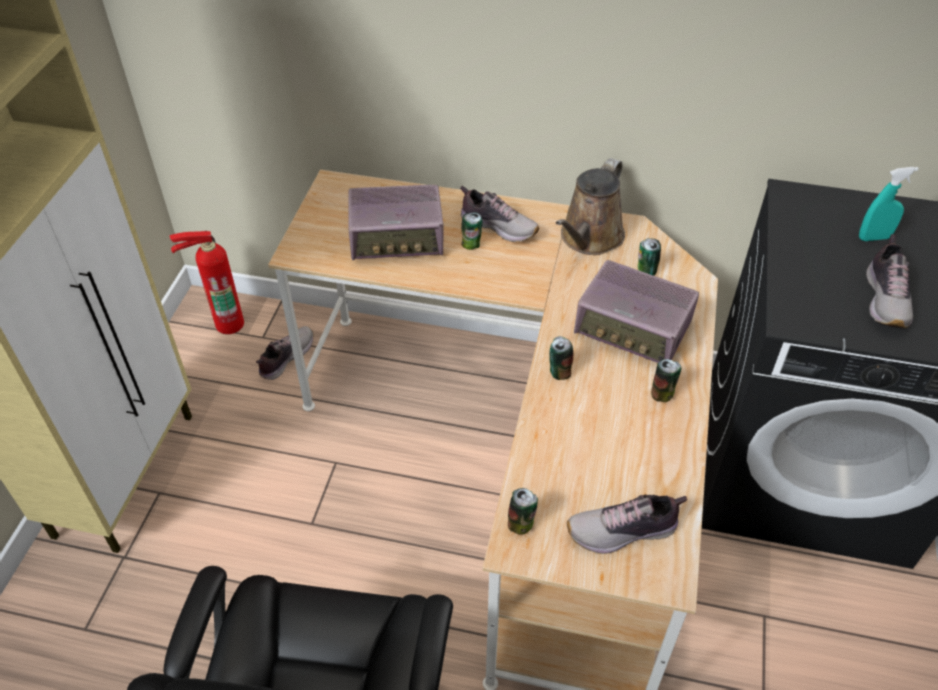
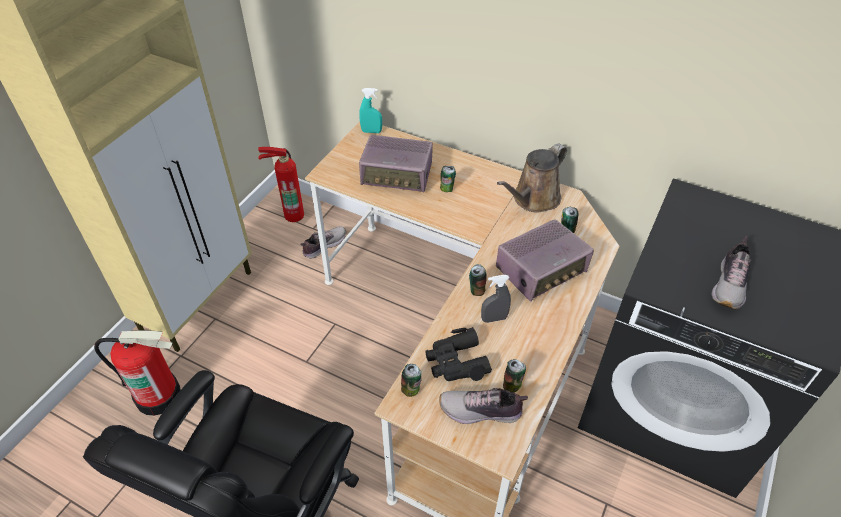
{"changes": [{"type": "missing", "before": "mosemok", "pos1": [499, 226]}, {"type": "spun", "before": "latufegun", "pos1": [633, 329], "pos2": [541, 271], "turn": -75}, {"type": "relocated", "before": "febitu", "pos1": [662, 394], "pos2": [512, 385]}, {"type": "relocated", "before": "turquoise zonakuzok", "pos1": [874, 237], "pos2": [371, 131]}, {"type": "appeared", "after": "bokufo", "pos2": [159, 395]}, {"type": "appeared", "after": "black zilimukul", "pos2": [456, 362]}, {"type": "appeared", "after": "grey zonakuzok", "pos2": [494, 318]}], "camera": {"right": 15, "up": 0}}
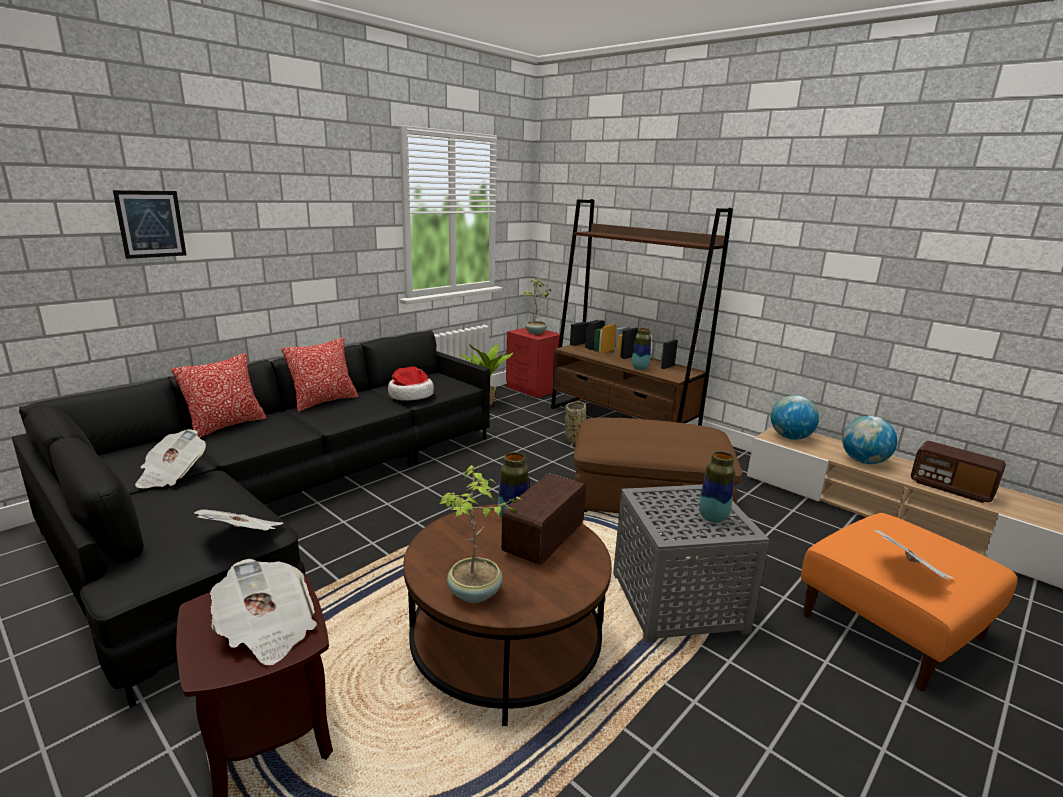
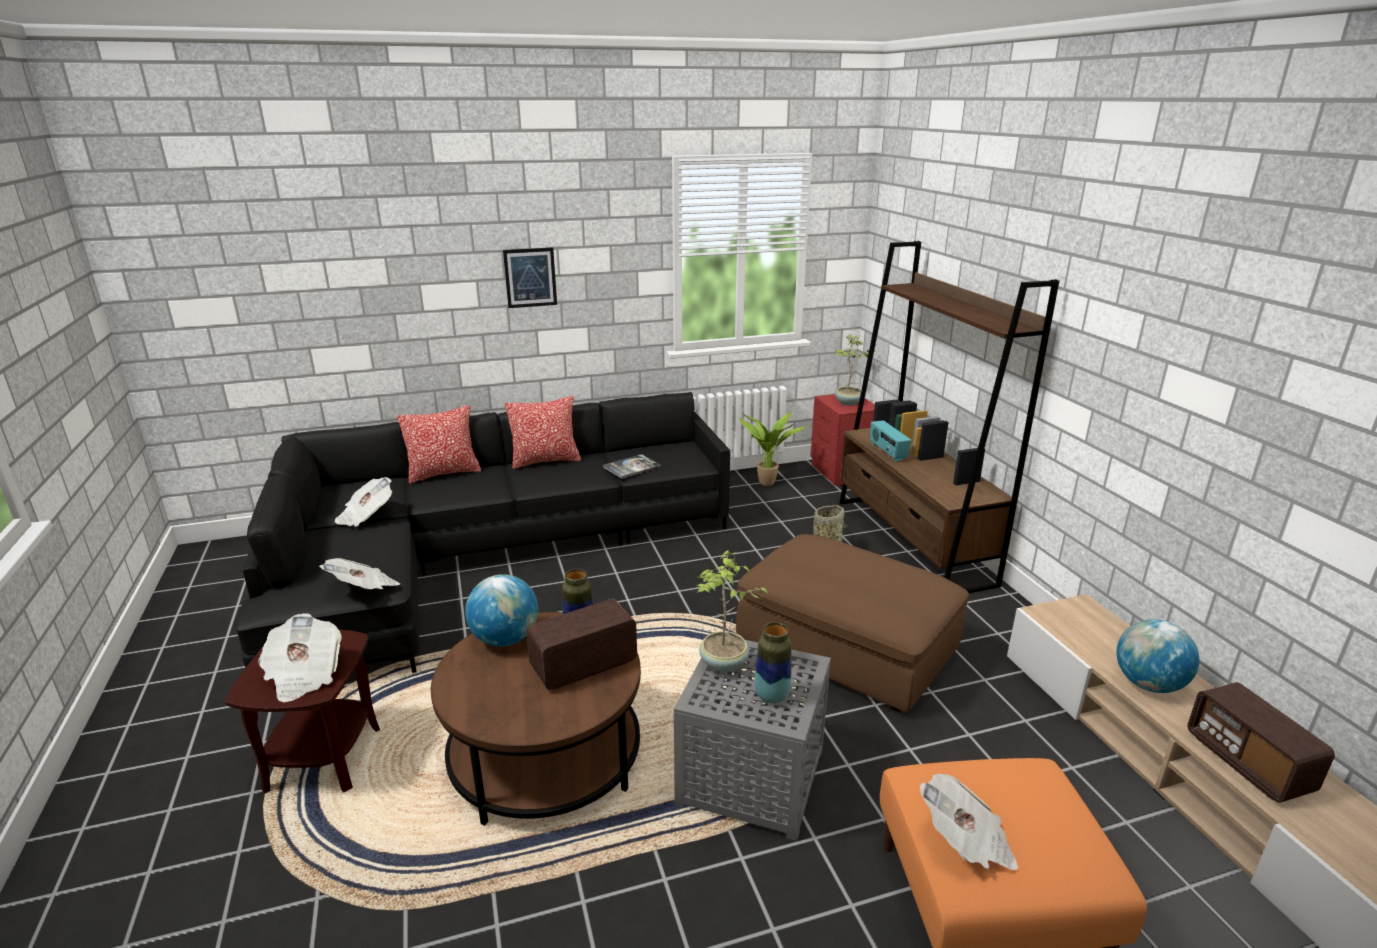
{"changes": [{"type": "relocated", "before": "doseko", "pos1": [151, 224], "pos2": [530, 277]}, {"type": "exchanged", "before": "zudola", "after": "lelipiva", "pos1": [410, 395], "pos2": [632, 467]}, {"type": "relocated", "before": "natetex", "pos1": [475, 594], "pos2": [724, 664]}, {"type": "missing", "before": "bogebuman", "pos1": [640, 368]}, {"type": "relocated", "before": "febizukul", "pos1": [790, 437], "pos2": [505, 639]}, {"type": "appeared", "after": "latufegun", "pos2": [887, 452]}], "camera": {"right": 30, "up": 5}}
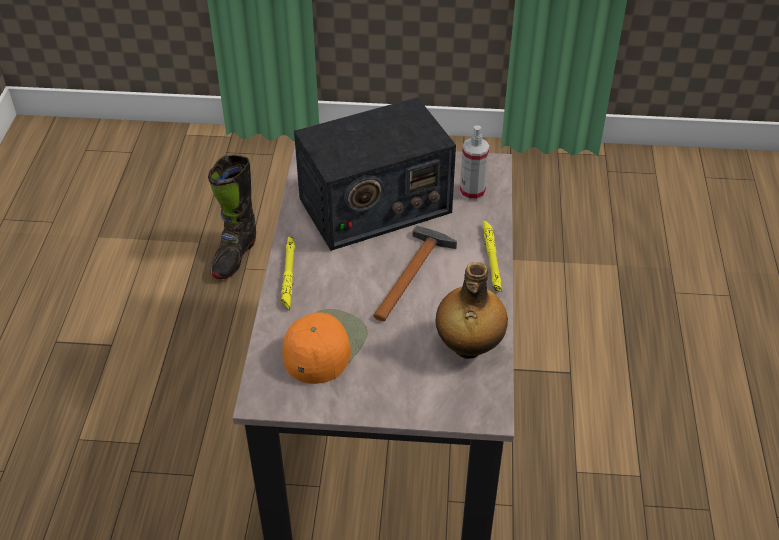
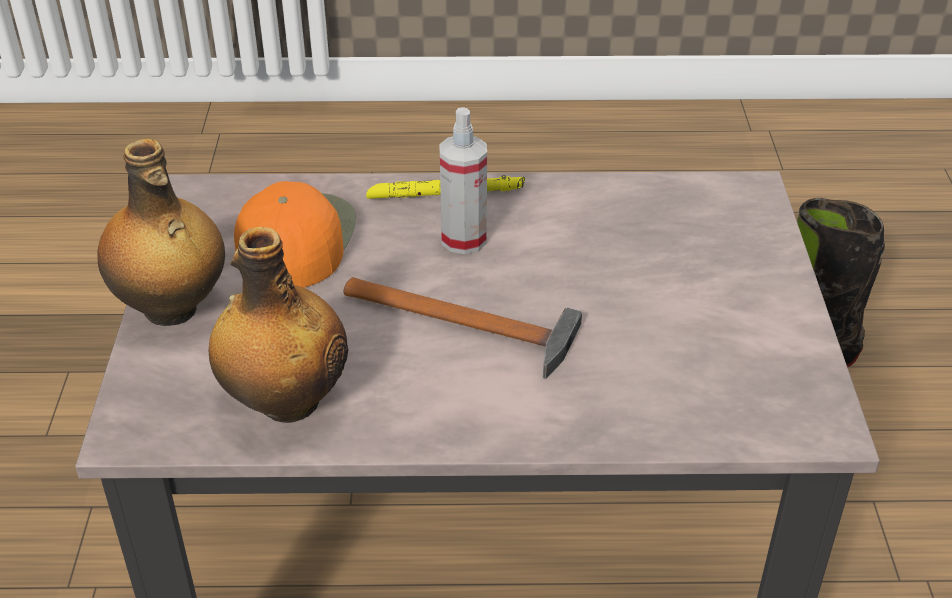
{"changes": [{"type": "spun", "before": "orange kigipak", "pos1": [324, 346], "pos2": [295, 240], "turn": -105}, {"type": "missing", "before": "latufegun", "pos1": [374, 206]}, {"type": "relocated", "before": "zonakuzok", "pos1": [472, 192], "pos2": [463, 239]}, {"type": "missing", "before": "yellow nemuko", "pos1": [491, 258]}, {"type": "appeared", "after": "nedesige", "pos2": [172, 309]}], "camera": {"right": 85, "up": -5}}
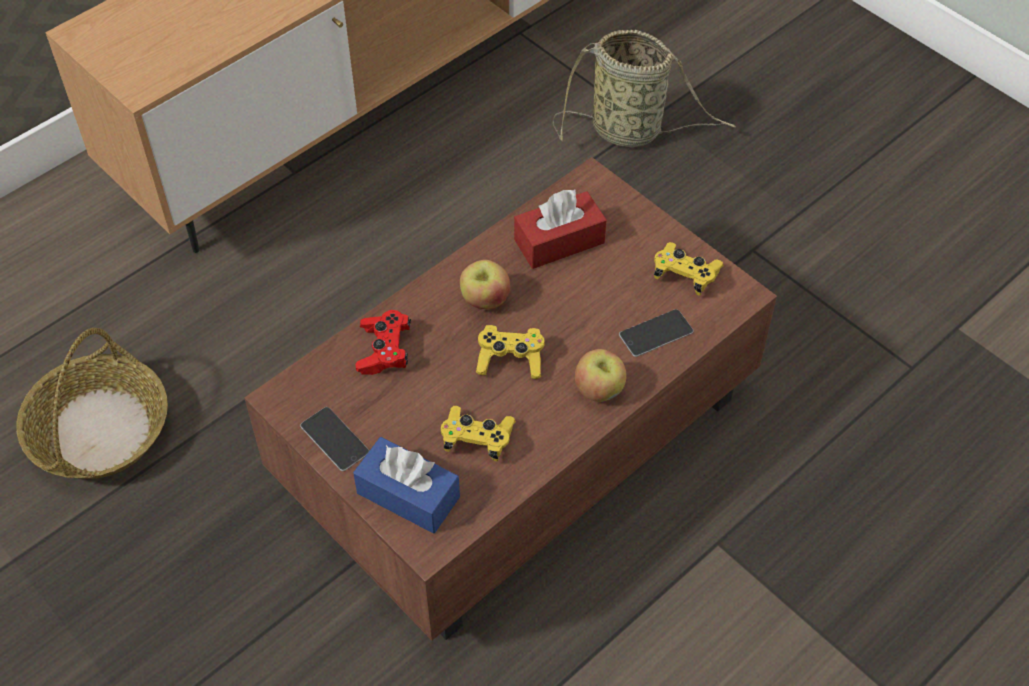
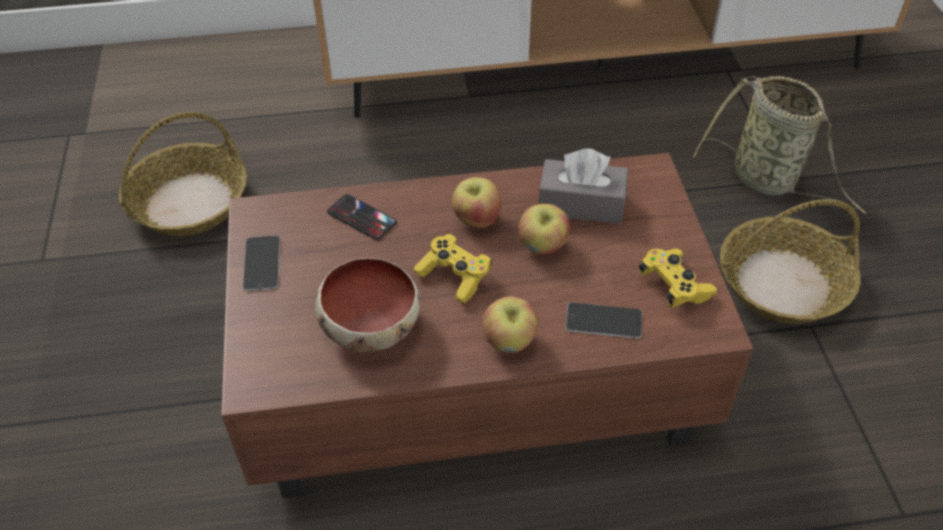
{"changes": [{"type": "missing", "before": "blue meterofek", "pos1": [408, 495]}, {"type": "exchanged", "before": "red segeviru", "after": "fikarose", "pos1": [384, 351], "pos2": [361, 217]}, {"type": "exchanged", "before": "yellow segeviru", "after": "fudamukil", "pos1": [477, 440], "pos2": [369, 325]}, {"type": "colour", "before": "red meterofek", "after": "grey meterofek", "pos1": [559, 241], "pos2": [581, 204]}, {"type": "appeared", "after": "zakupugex", "pos2": [542, 246]}, {"type": "appeared", "after": "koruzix", "pos2": [782, 284]}], "camera": {"right": 35, "up": -5}}
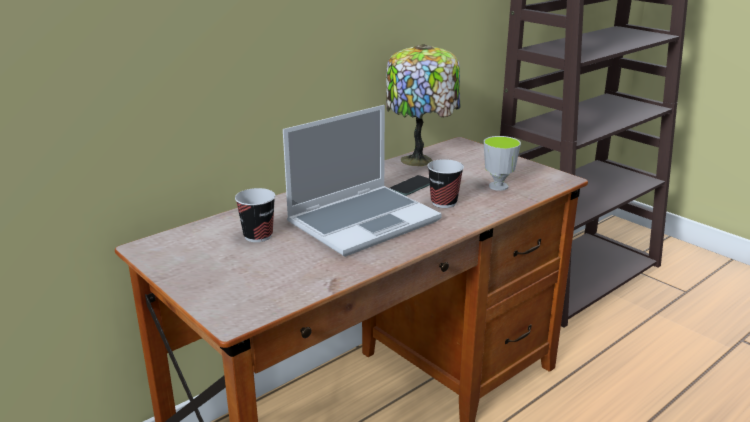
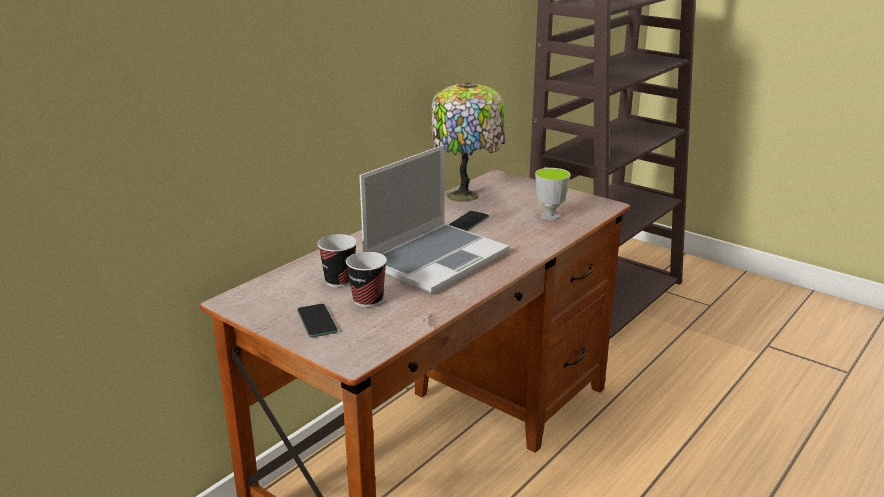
{"changes": [{"type": "relocated", "before": "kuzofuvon", "pos1": [443, 202], "pos2": [368, 300]}, {"type": "appeared", "after": "fikarose", "pos2": [317, 321]}], "camera": {"right": -10, "up": 0}}
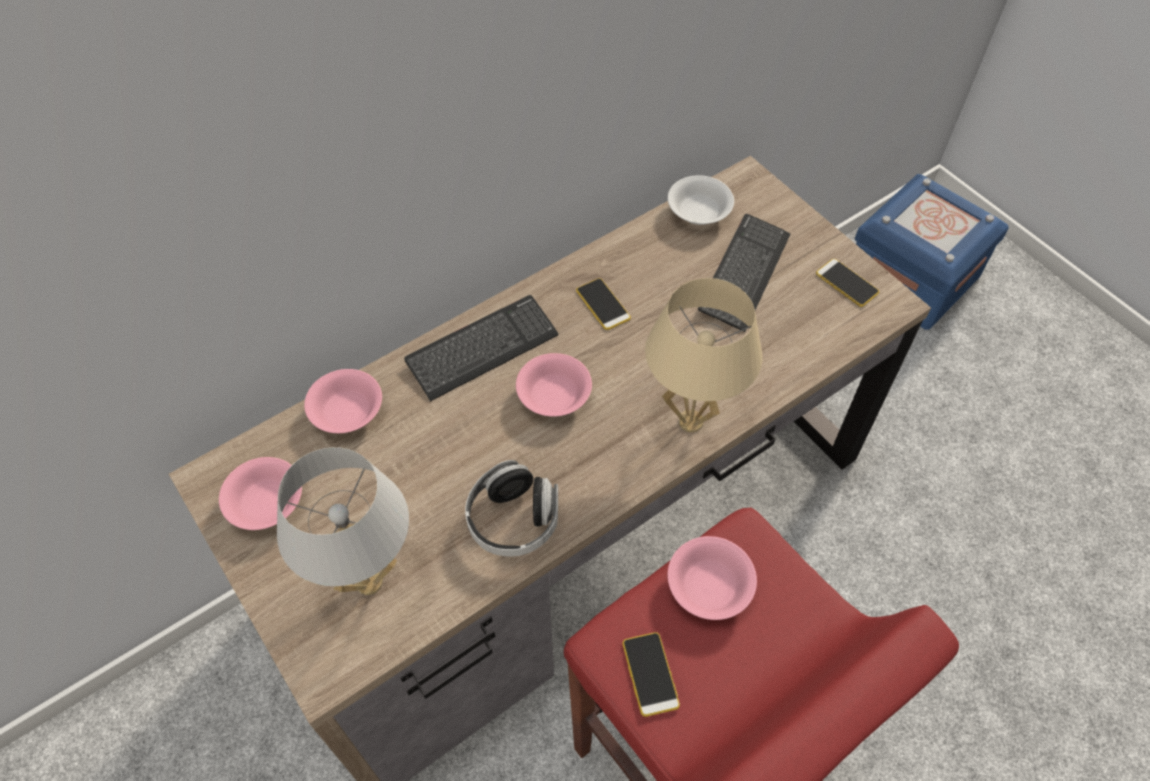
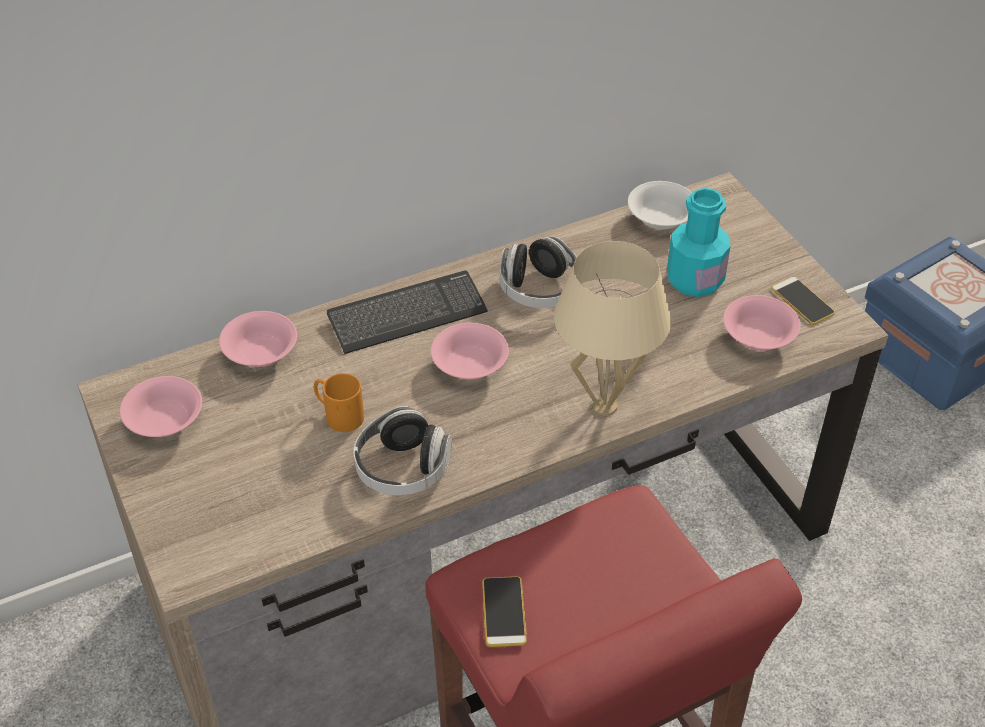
{"changes": [{"type": "missing", "before": "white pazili", "pos1": [368, 582]}, {"type": "exchanged", "before": "fikarose", "after": "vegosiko", "pos1": [603, 304], "pos2": [539, 290]}, {"type": "relocated", "before": "pink fudamukil", "pos1": [710, 586], "pos2": [759, 336]}, {"type": "exchanged", "before": "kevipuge", "after": "turquoise nedesige", "pos1": [744, 273], "pos2": [695, 279]}, {"type": "appeared", "after": "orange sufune", "pos2": [338, 415]}], "camera": {"right": 10, "up": -10}}
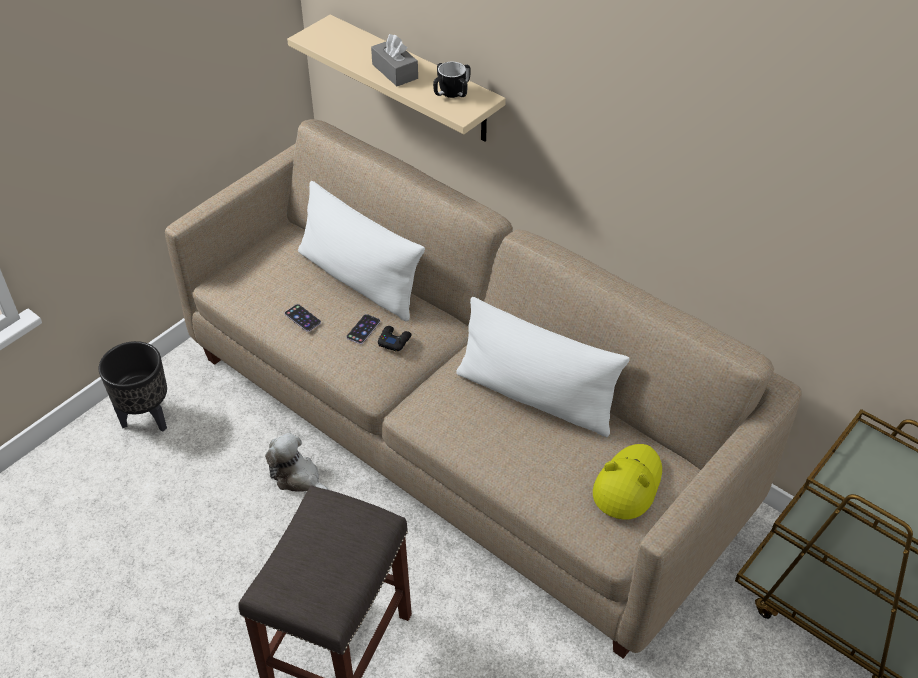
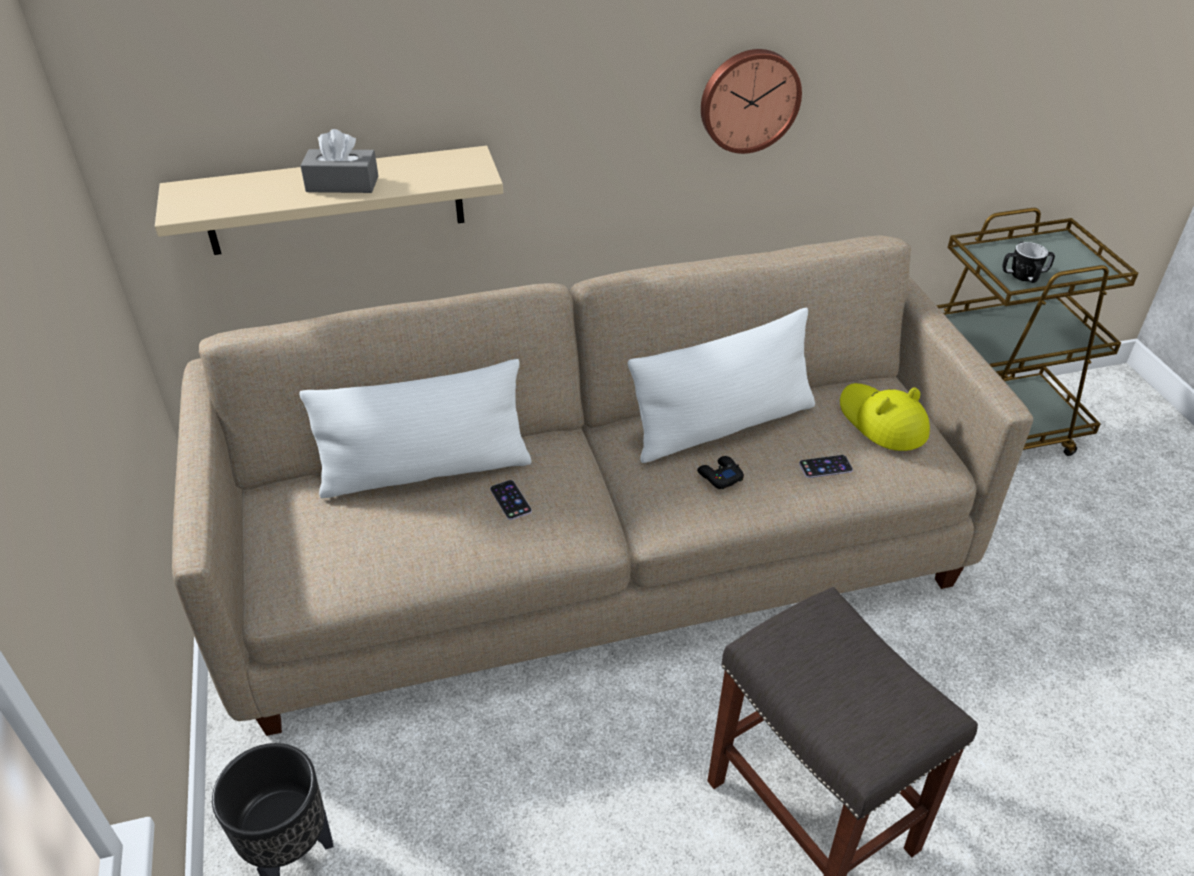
{"changes": [{"type": "missing", "before": "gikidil", "pos1": [298, 477]}, {"type": "relocated", "before": "fikarose", "pos1": [302, 318], "pos2": [825, 467]}, {"type": "relocated", "before": "black segeviru", "pos1": [394, 341], "pos2": [719, 476]}, {"type": "relocated", "before": "sufune", "pos1": [452, 92], "pos2": [1023, 276]}, {"type": "appeared", "after": "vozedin", "pos2": [748, 100]}], "camera": {"right": -55, "up": -5}}
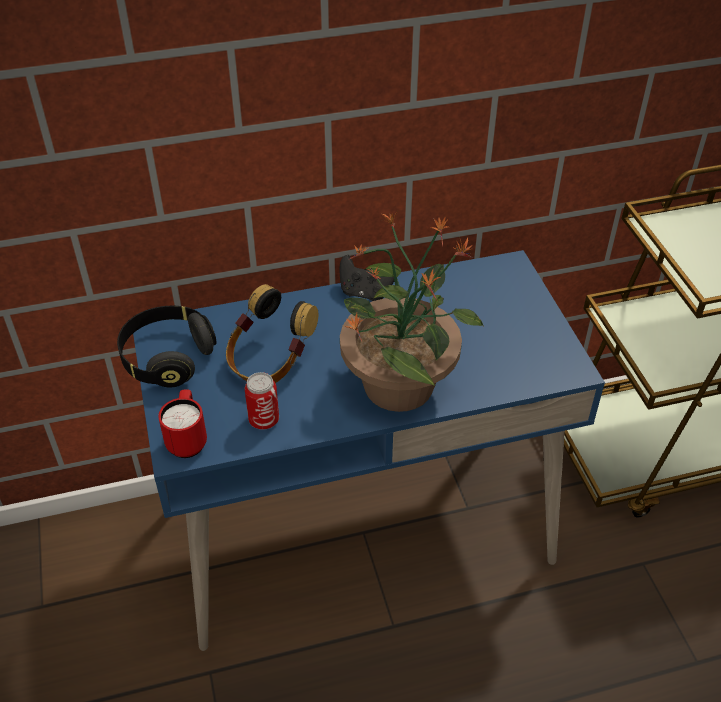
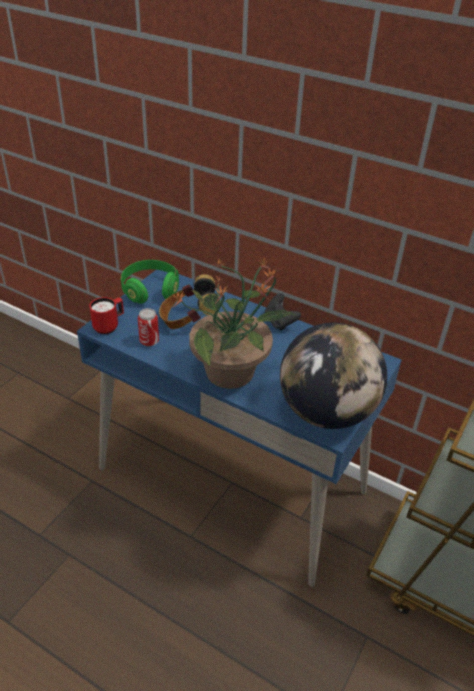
{"changes": [{"type": "colour", "before": "black vegosiko", "after": "green vegosiko", "pos1": [167, 358], "pos2": [150, 290]}, {"type": "appeared", "after": "febizukul", "pos2": [326, 412]}], "camera": {"right": 45, "up": -5}}
